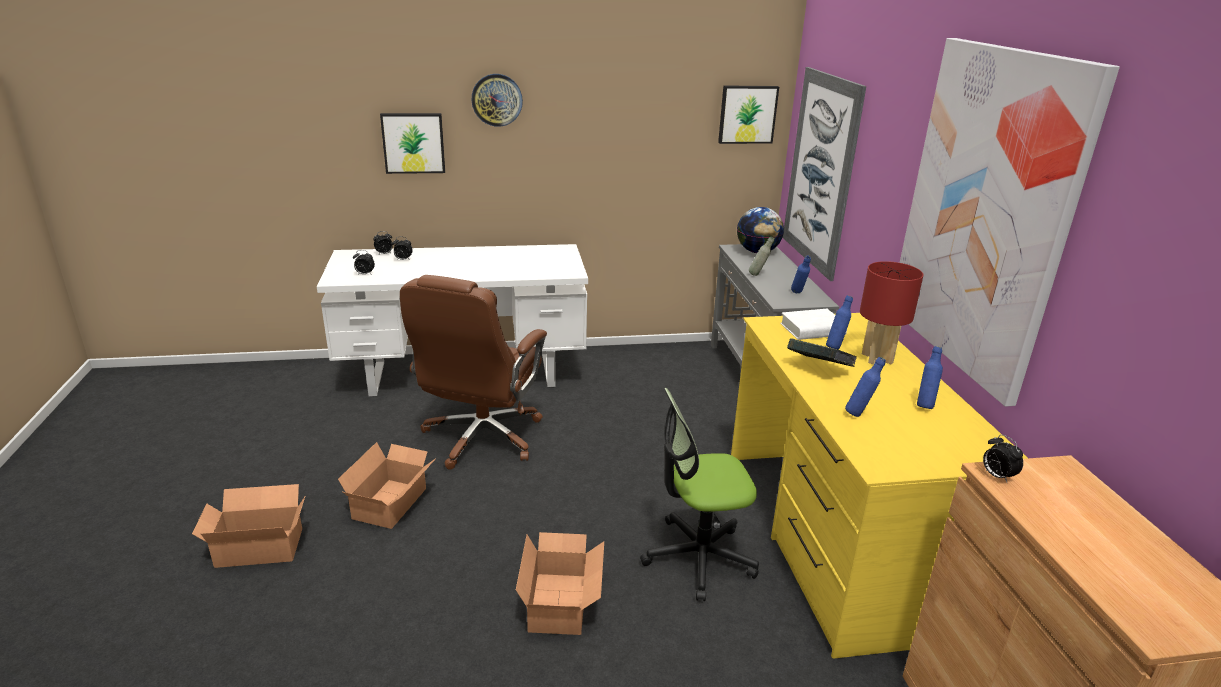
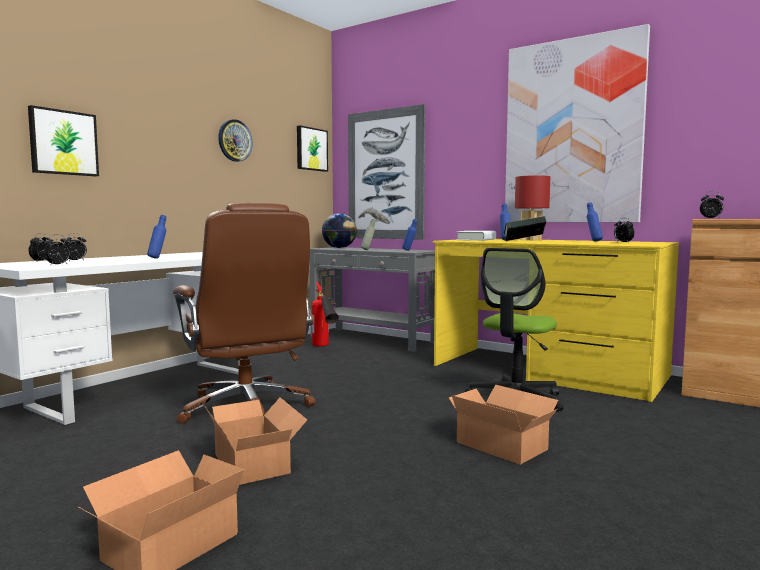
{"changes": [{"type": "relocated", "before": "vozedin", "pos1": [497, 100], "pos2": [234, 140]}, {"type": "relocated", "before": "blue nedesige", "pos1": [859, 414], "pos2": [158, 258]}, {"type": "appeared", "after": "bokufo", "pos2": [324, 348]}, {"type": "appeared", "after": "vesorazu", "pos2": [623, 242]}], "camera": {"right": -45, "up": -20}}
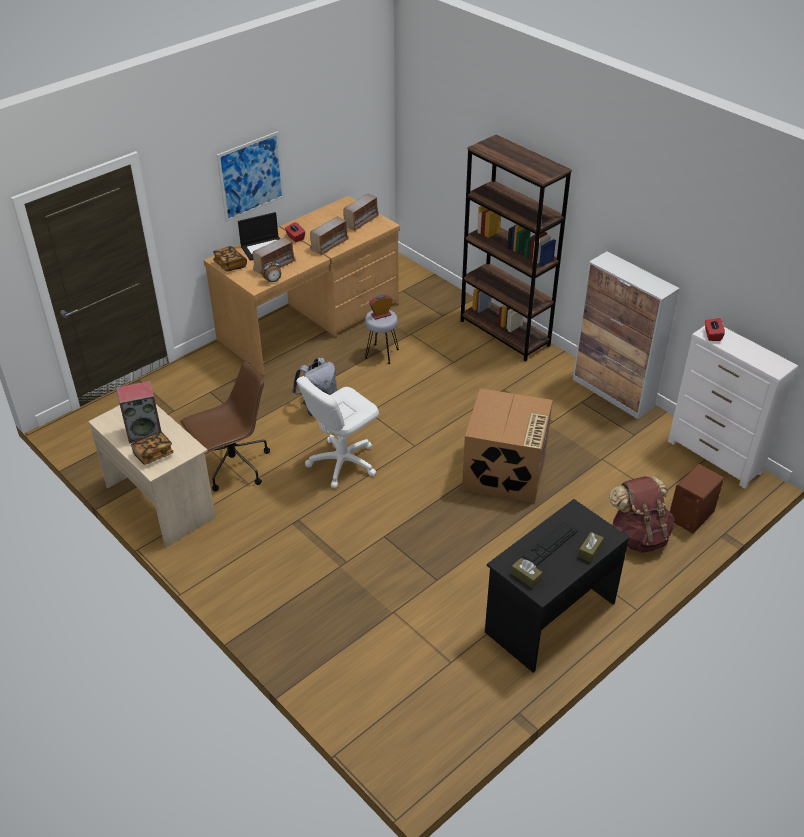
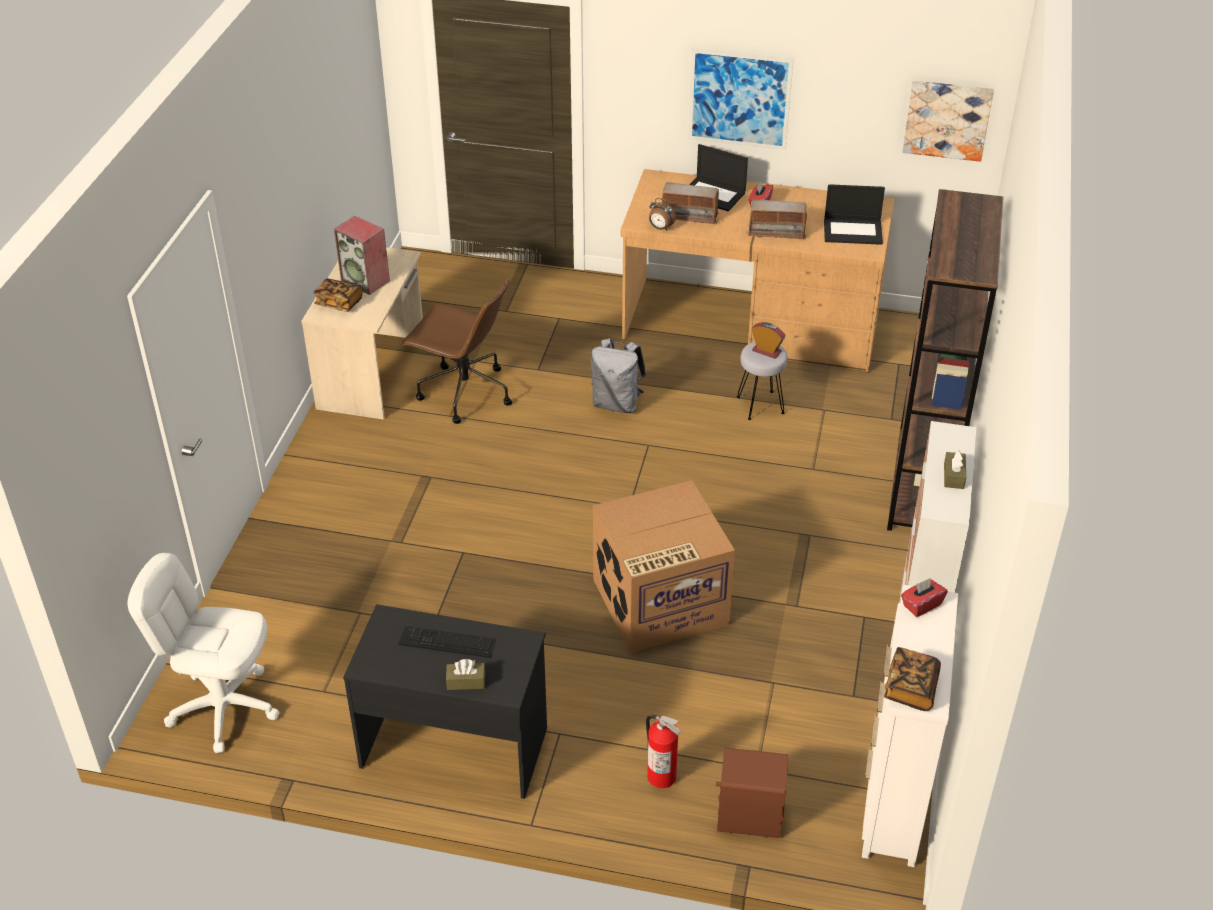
{"changes": [{"type": "relocated", "before": "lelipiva", "pos1": [230, 265], "pos2": [910, 688]}, {"type": "relocated", "before": "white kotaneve", "pos1": [342, 462], "pos2": [224, 707]}, {"type": "exchanged", "before": "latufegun", "after": "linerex", "pos1": [361, 221], "pos2": [853, 231]}, {"type": "relocated", "before": "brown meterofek", "pos1": [526, 576], "pos2": [953, 476]}, {"type": "exchanged", "before": "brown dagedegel", "after": "bokufo", "pos1": [638, 536], "pos2": [661, 776]}, {"type": "appeared", "after": "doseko", "pos2": [947, 119]}], "camera": {"right": 55, "up": 0}}
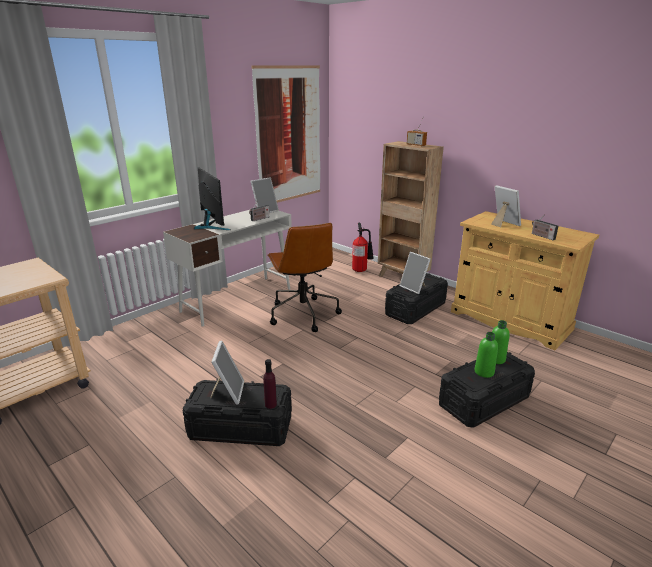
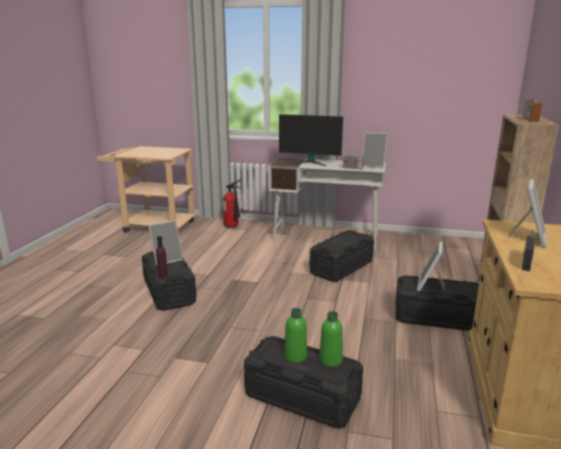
{"changes": [{"type": "spun", "before": "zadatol", "pos1": [211, 226], "pos2": [310, 162], "turn": 75}, {"type": "missing", "before": "doseko", "pos1": [289, 135]}, {"type": "exchanged", "before": "brown kotaneve", "after": "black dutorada", "pos1": [303, 314], "pos2": [341, 267]}, {"type": "relocated", "before": "bokufo", "pos1": [361, 270], "pos2": [233, 227]}], "camera": {"right": 60, "up": -5}}
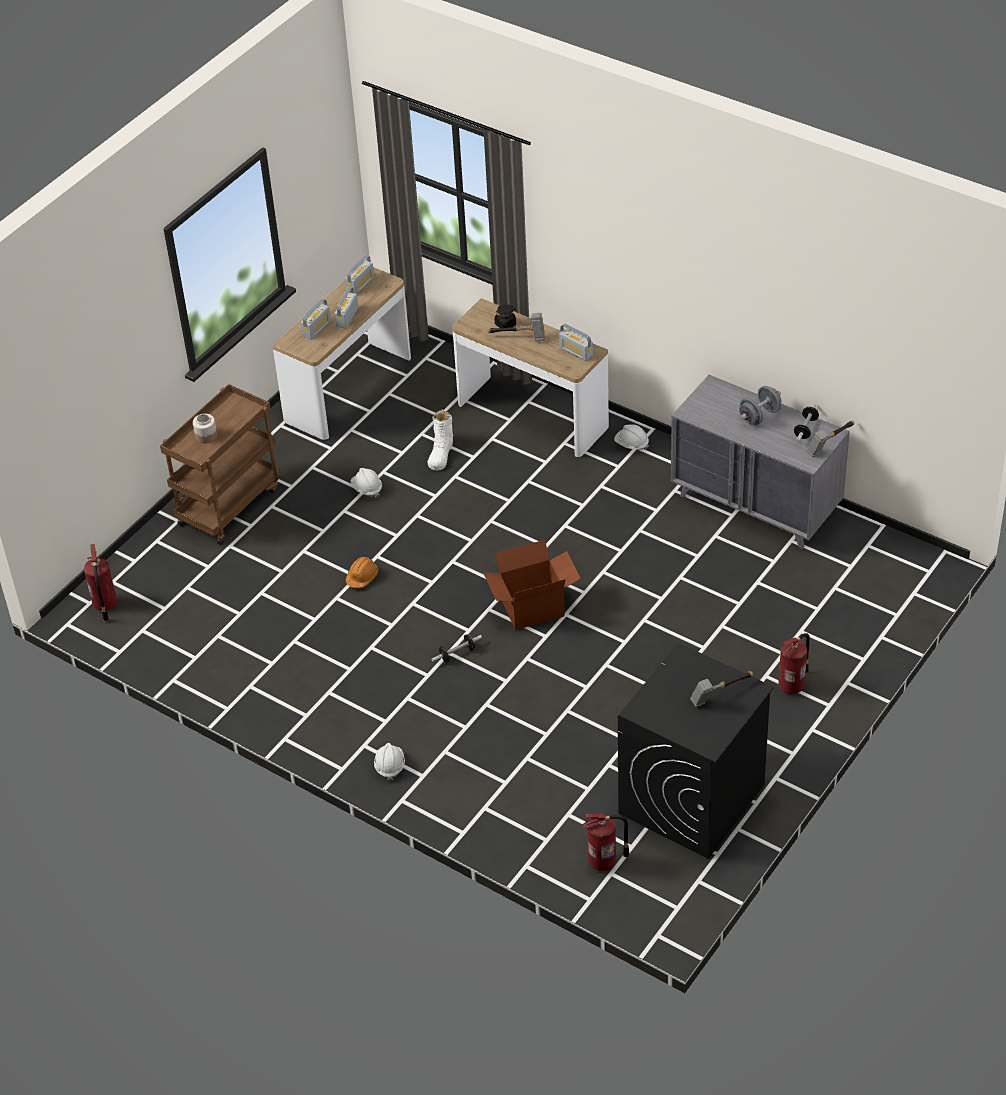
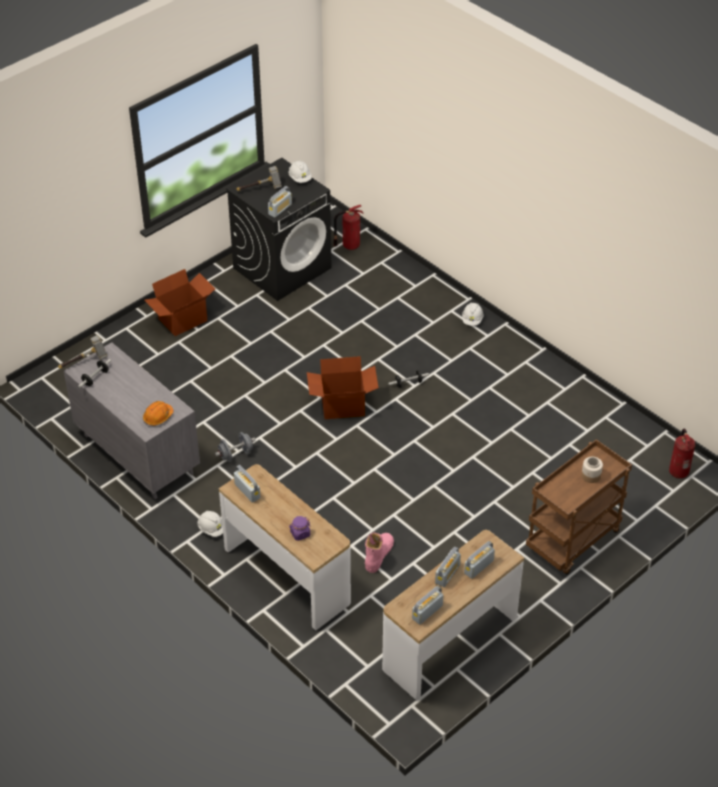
{"changes": [{"type": "relocated", "before": "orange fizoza", "pos1": [362, 577], "pos2": [158, 417]}, {"type": "relocated", "before": "white fizoza", "pos1": [367, 489], "pos2": [300, 178]}, {"type": "colour", "before": "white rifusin", "after": "pink rifusin", "pos1": [441, 453], "pos2": [378, 555]}, {"type": "missing", "before": "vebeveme", "pos1": [518, 337]}, {"type": "colour", "before": "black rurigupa", "after": "purple rurigupa", "pos1": [505, 324], "pos2": [300, 534]}, {"type": "relocated", "before": "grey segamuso", "pos1": [759, 416], "pos2": [236, 454]}, {"type": "exchanged", "before": "bokufo", "after": "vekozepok", "pos1": [792, 685], "pos2": [183, 320]}, {"type": "appeared", "after": "latufegun", "pos2": [280, 209]}], "camera": {"right": -170, "up": 0}}
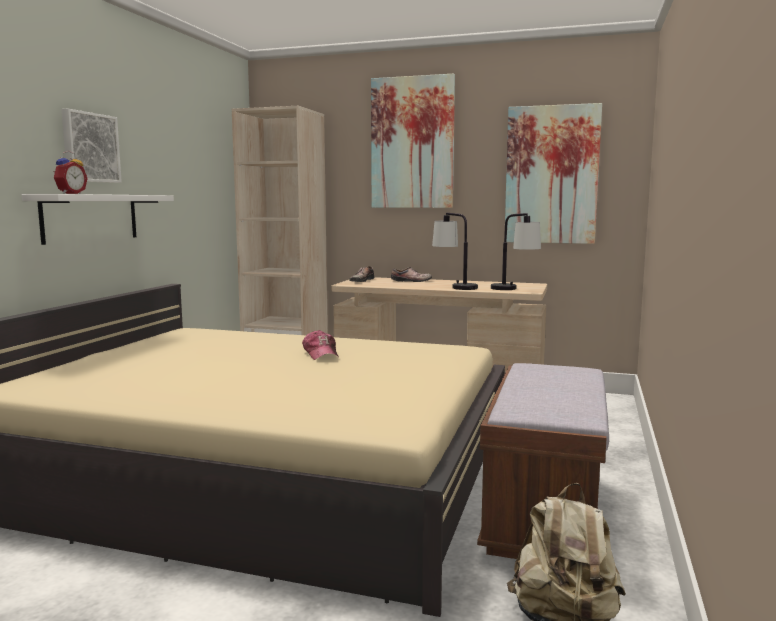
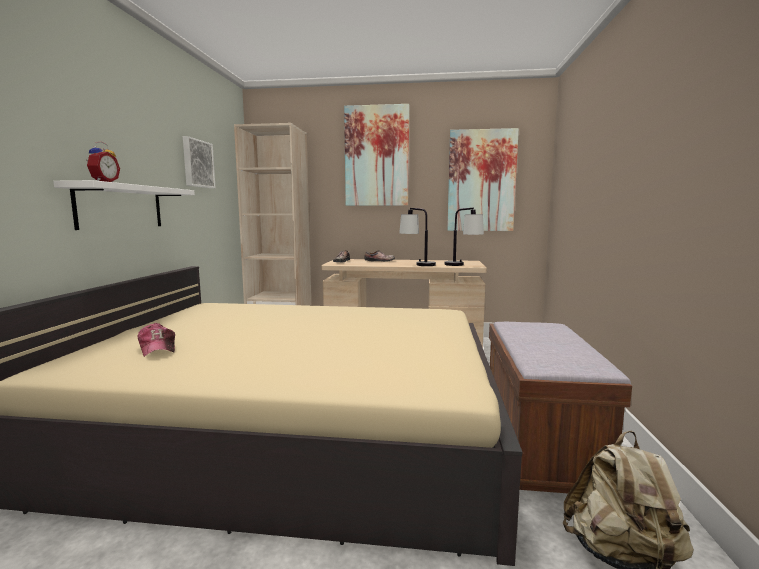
{"changes": [{"type": "relocated", "before": "doseko", "pos1": [89, 147], "pos2": [197, 163]}, {"type": "relocated", "before": "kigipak", "pos1": [321, 354], "pos2": [158, 348]}], "camera": {"right": -10, "up": 0}}
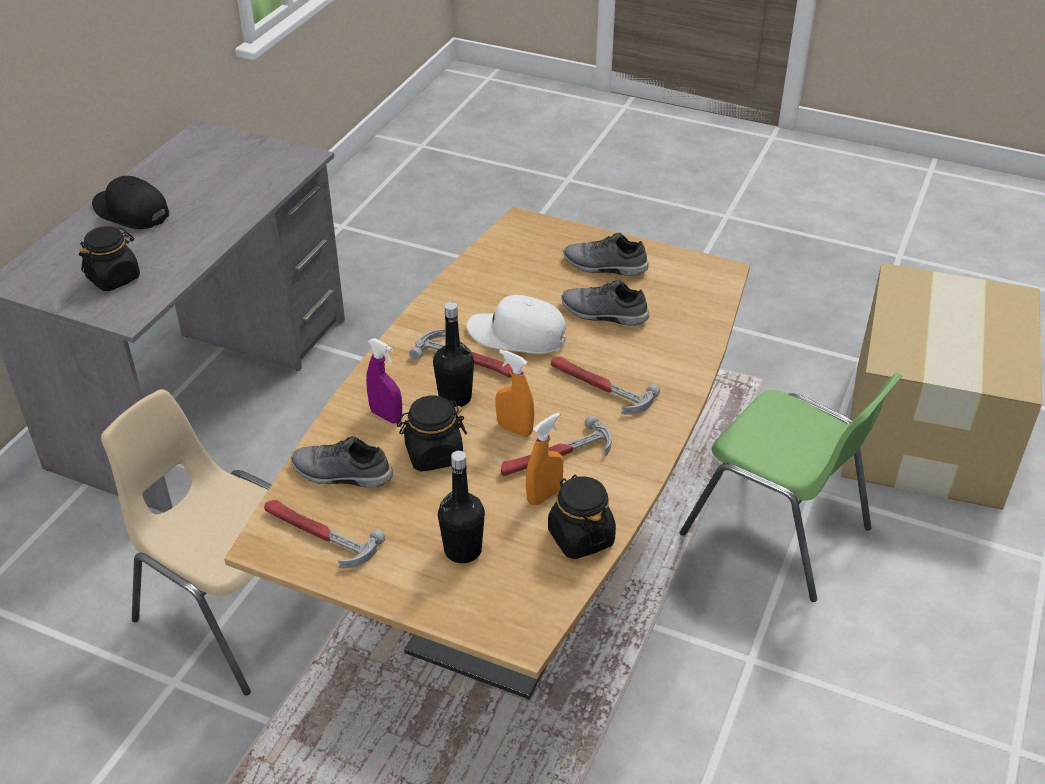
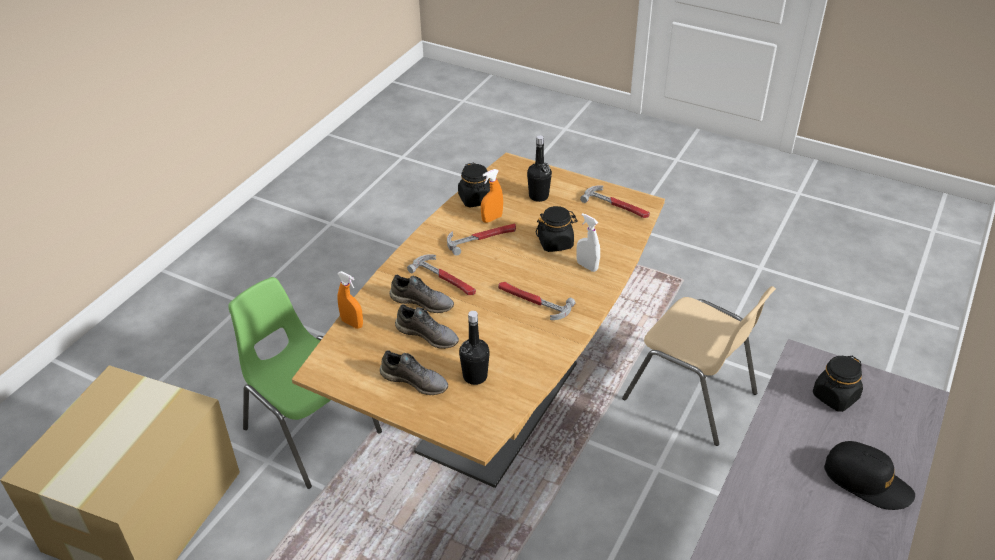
{"changes": [{"type": "relocated", "before": "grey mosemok", "pos1": [341, 474], "pos2": [422, 302]}, {"type": "colour", "before": "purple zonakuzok", "after": "white zonakuzok", "pos1": [386, 416], "pos2": [587, 266]}, {"type": "relocated", "before": "black nedesige", "pos1": [455, 398], "pos2": [475, 376]}, {"type": "missing", "before": "white kigipak", "pos1": [517, 335]}, {"type": "relocated", "before": "orange zonakuzok", "pos1": [514, 429], "pos2": [352, 323]}], "camera": {"right": -175, "up": 0}}
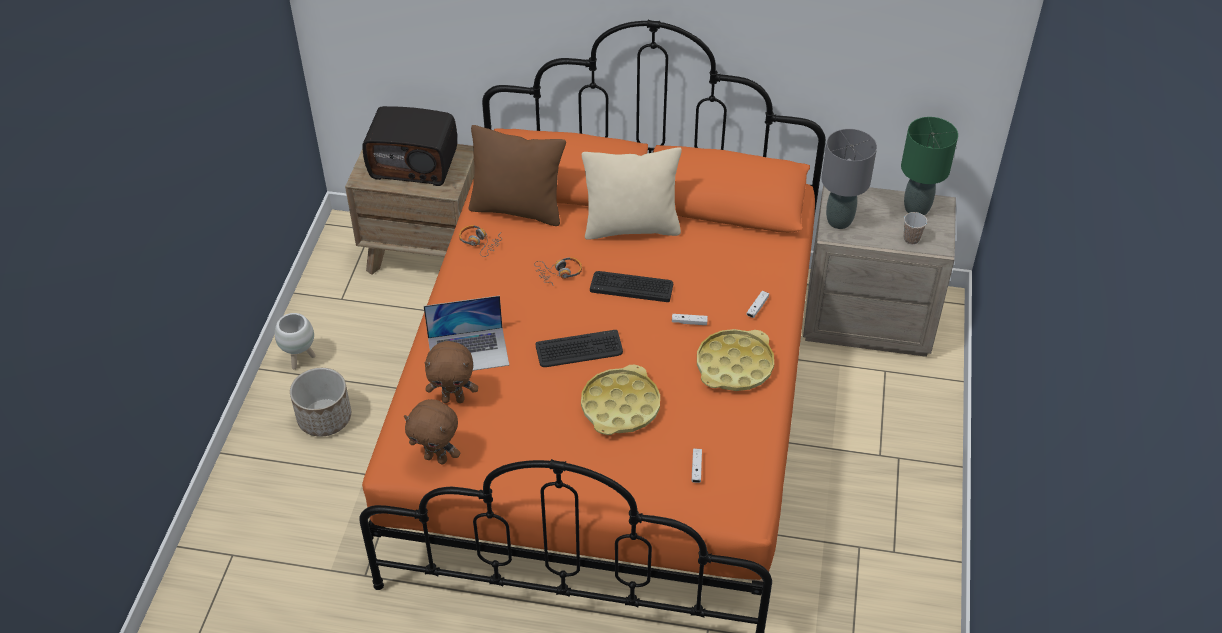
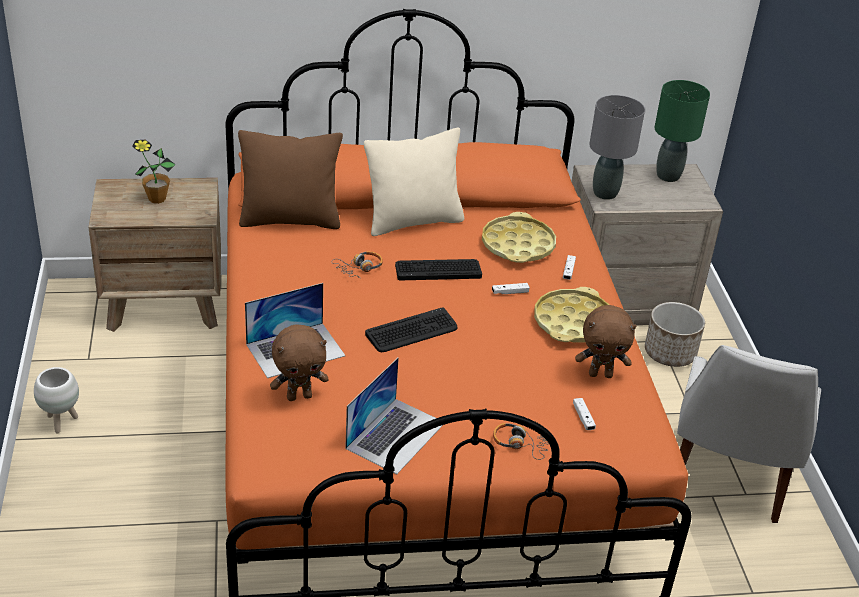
{"changes": [{"type": "relocated", "before": "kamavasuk", "pos1": [324, 418], "pos2": [669, 353]}, {"type": "exchanged", "before": "latufegun", "after": "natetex", "pos1": [414, 164], "pos2": [157, 199]}, {"type": "relocated", "before": "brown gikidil", "pos1": [436, 458], "pos2": [600, 374]}, {"type": "relocated", "before": "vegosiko", "pos1": [479, 243], "pos2": [520, 444]}, {"type": "relocated", "before": "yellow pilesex", "pos1": [620, 406], "pos2": [517, 245]}, {"type": "missing", "before": "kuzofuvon", "pos1": [911, 239]}, {"type": "appeared", "after": "linerex", "pos2": [395, 435]}, {"type": "appeared", "after": "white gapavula", "pos2": [727, 480]}], "camera": {"right": -20, "up": -10}}
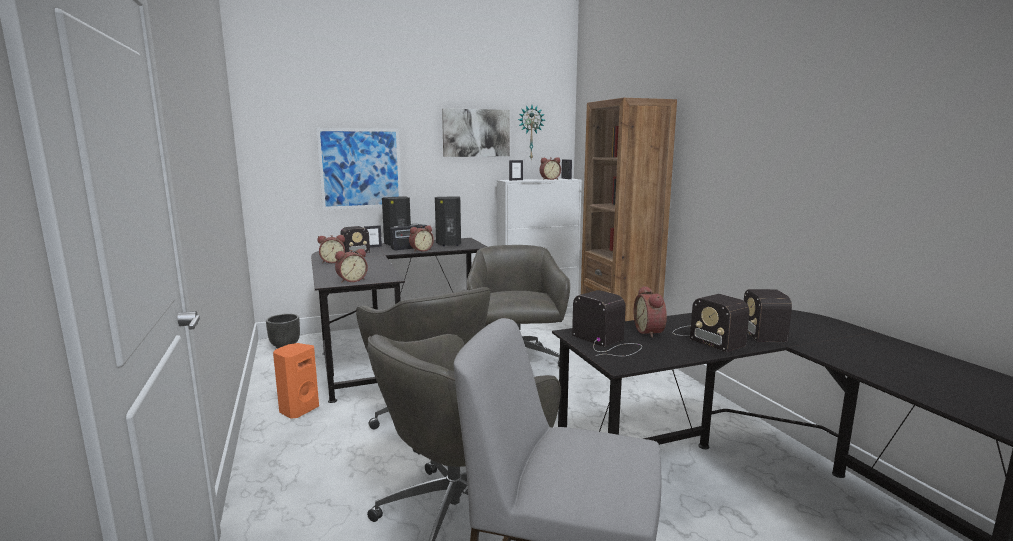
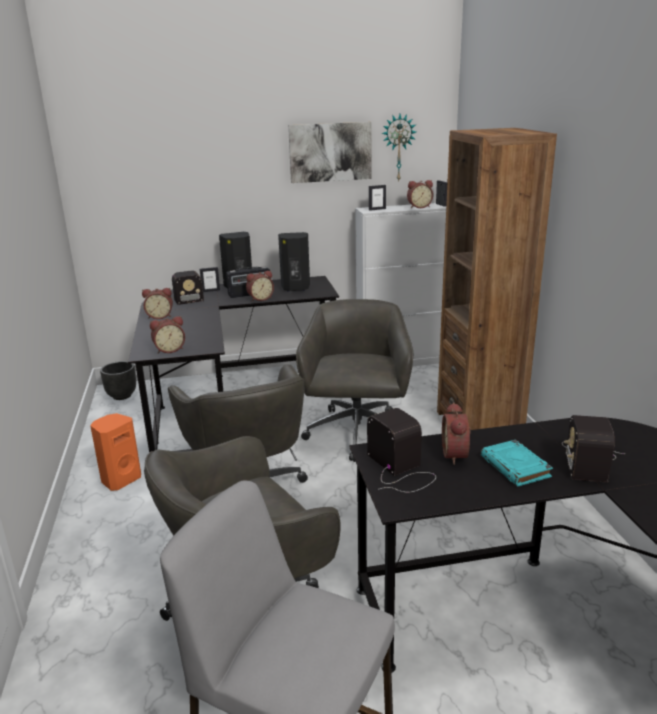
{"changes": [{"type": "missing", "before": "doseko", "pos1": [360, 168]}, {"type": "exchanged", "before": "latufegun", "after": "turquoise lelipiva", "pos1": [705, 337], "pos2": [516, 467]}], "camera": {"right": 10, "up": 10}}
